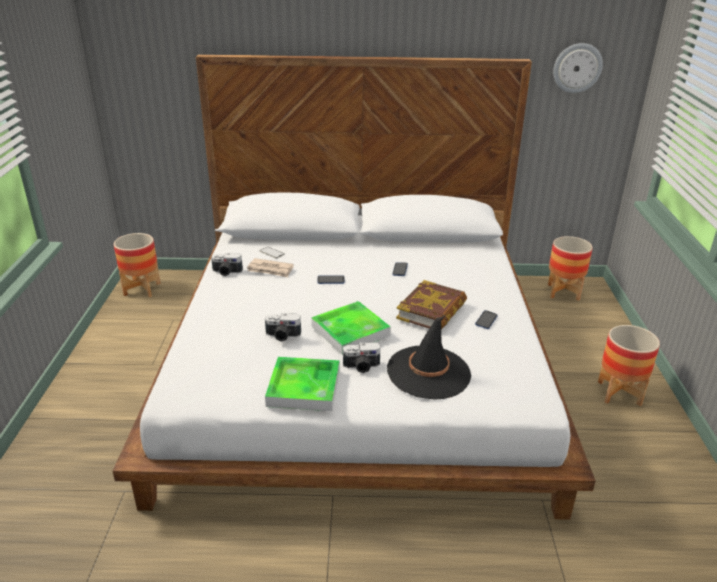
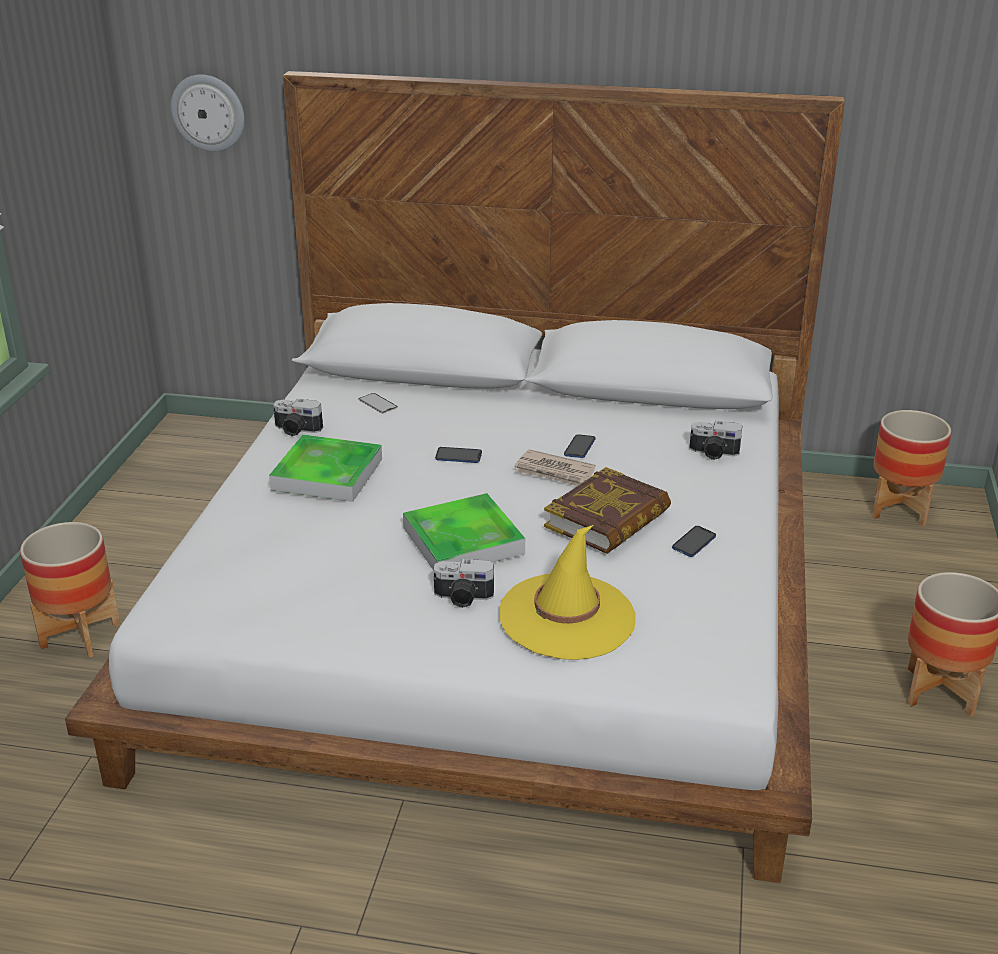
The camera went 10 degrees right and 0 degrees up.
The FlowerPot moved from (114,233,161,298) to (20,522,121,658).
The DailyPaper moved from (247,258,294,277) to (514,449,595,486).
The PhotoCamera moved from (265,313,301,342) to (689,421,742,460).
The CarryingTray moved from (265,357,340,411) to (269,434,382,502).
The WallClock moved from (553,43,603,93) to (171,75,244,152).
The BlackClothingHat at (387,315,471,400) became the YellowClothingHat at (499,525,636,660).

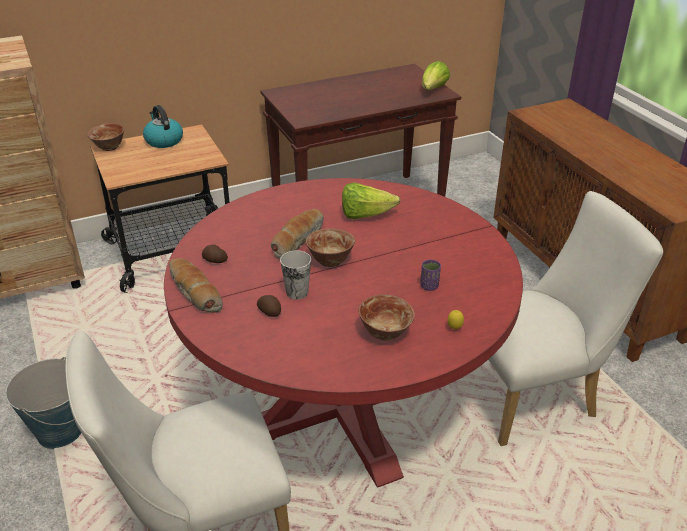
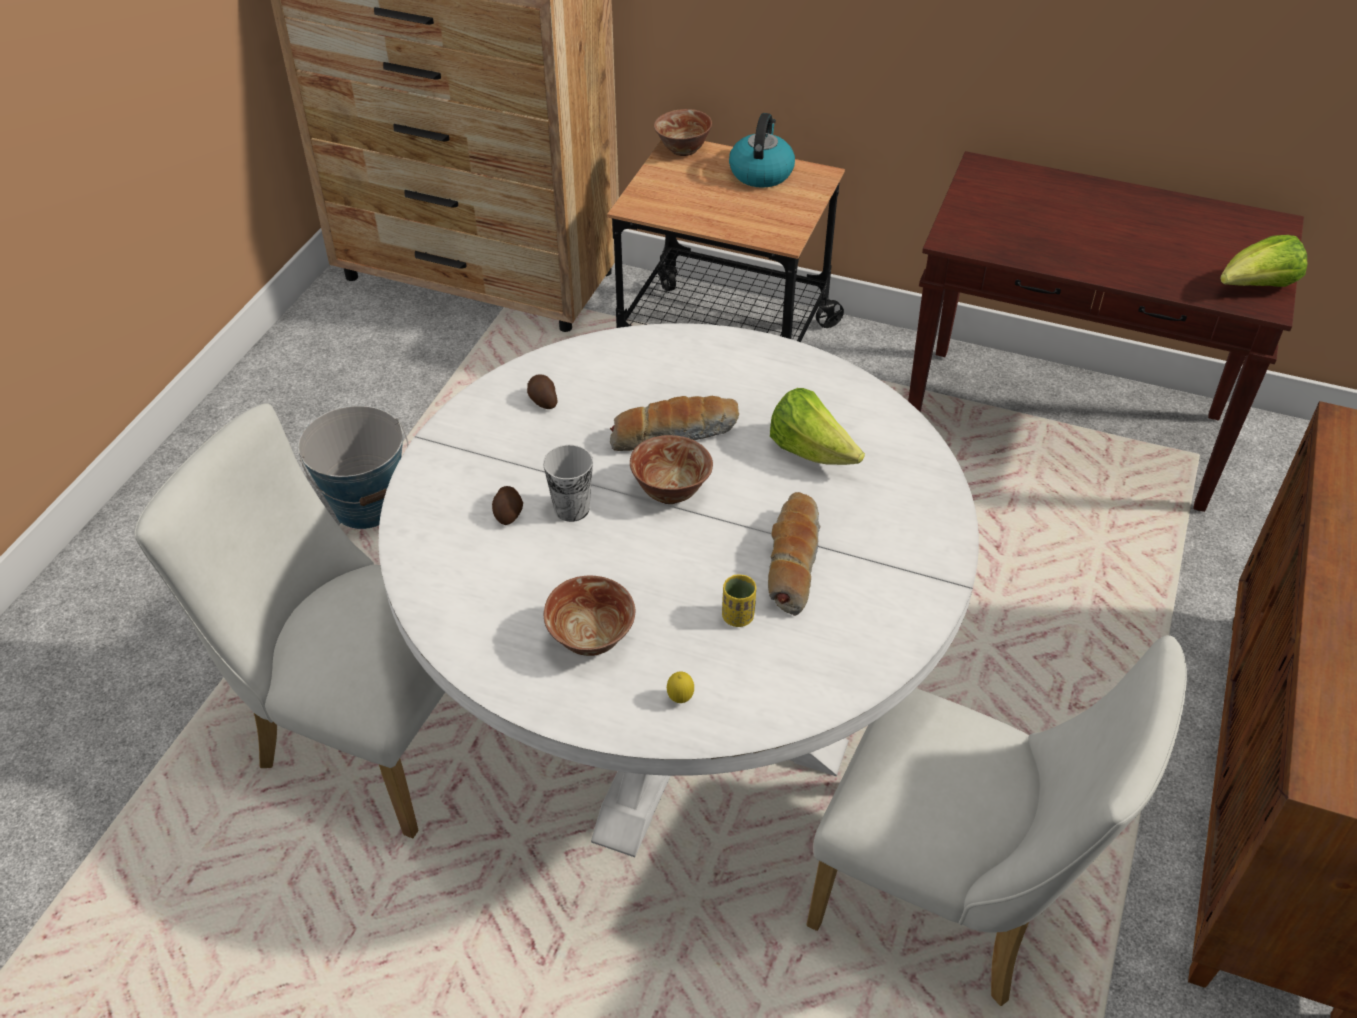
The camera went 45 degrees right and 10 degrees up.
The BakeryBread moved from (169,258,223,313) to (768,492,820,616).
The ReddishDinnerTable at (164,178,523,488) became the WhiteColouredDinnerTable at (378,323,979,857).
The PurplishCup at (420,260,441,291) became the YellowCup at (722,574,756,627).

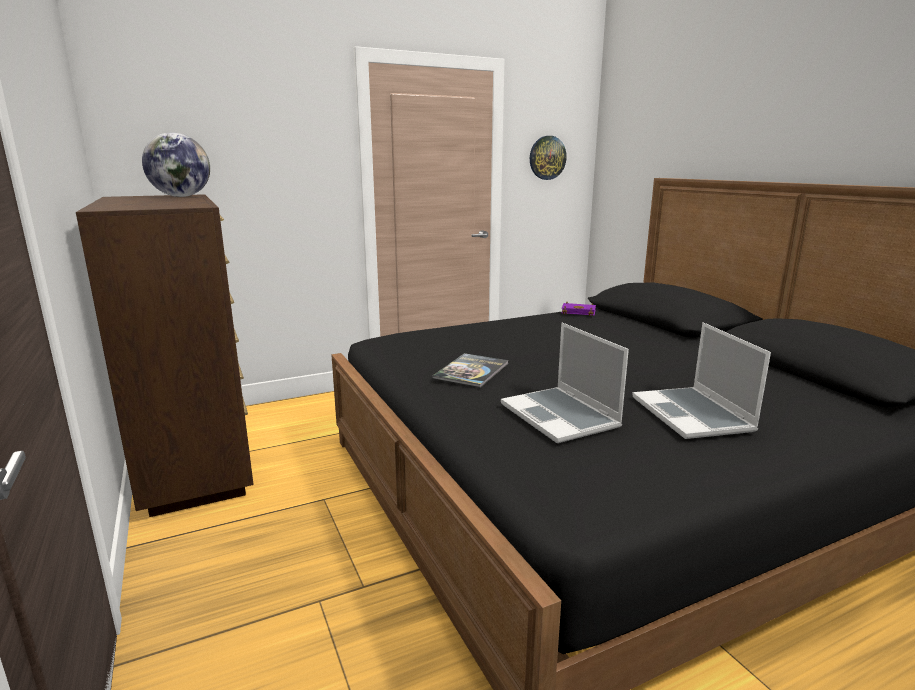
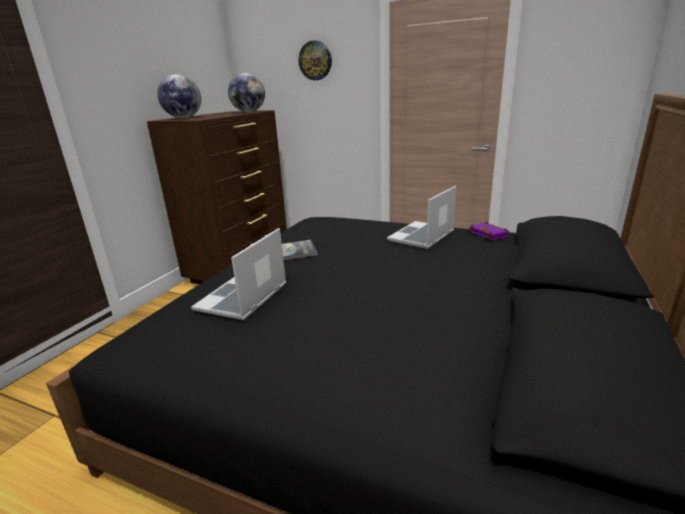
The camera went 50 degrees right and 5 degrees up.
The Globe at (157,74,201,118) appeared.
The WallClock moved from (530,136,567,180) to (298,40,332,80).
The PortableComputer moved from (632,322,771,439) to (387,186,456,249).

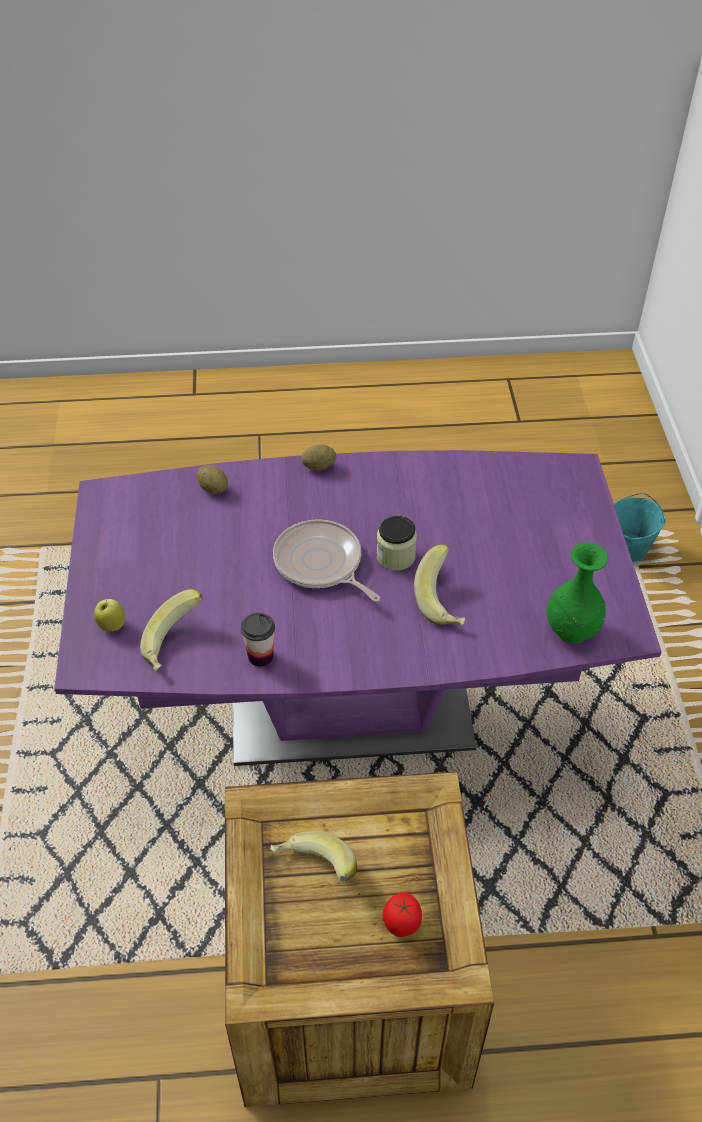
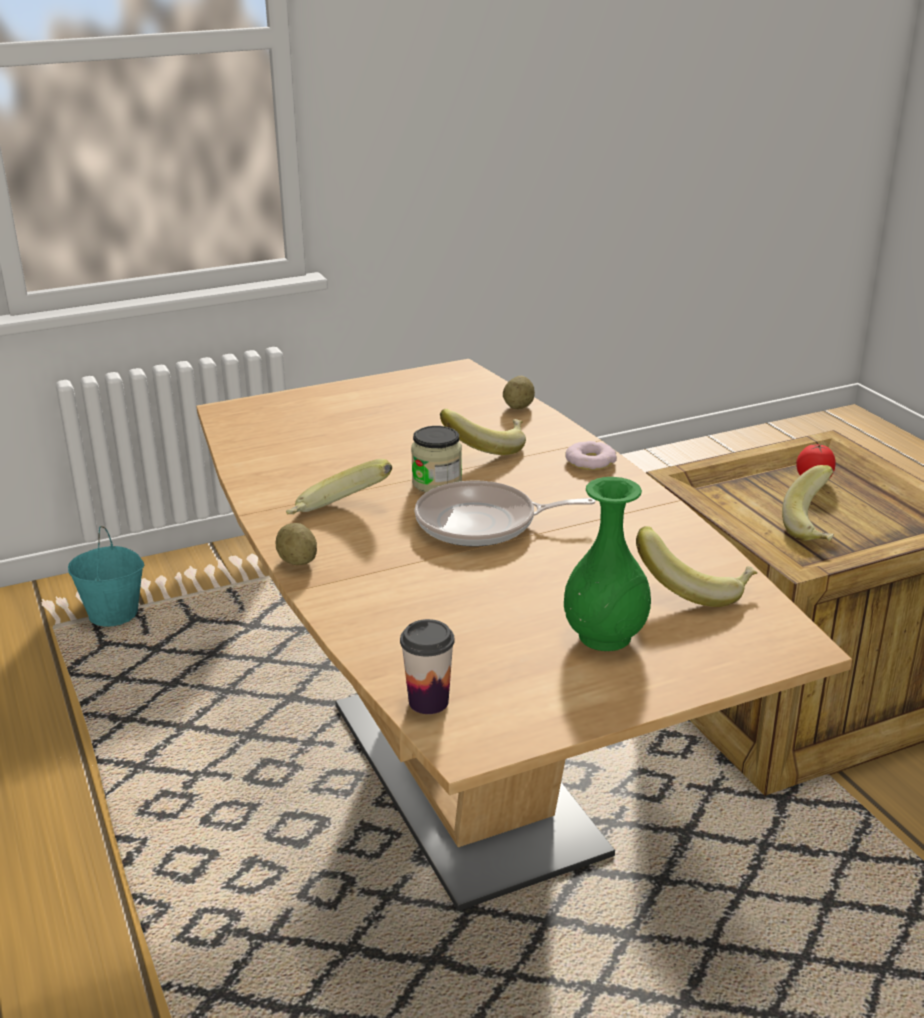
The camera went 110 degrees left and 20 degrees down.
The AppleFruit at (94,599,125,631) disappeared.
The BananaFruit at (286,459,392,514) appeared.
The RingDoughnut at (565,441,617,470) appeared.
The WholePotato moved from (197,465,228,494) to (503,376,535,409).
The Cup moved from (241,612,275,667) to (400,619,455,714).
The GreenishFlowerVase moved from (547,542,608,644) to (564,477,651,651).
The PurplishDinnerTable at (54,450,662,766) became the BrownishDinnerTable at (196,359,852,911).
The Skillet at (273,519,380,602) turned 60 degrees clockwise.

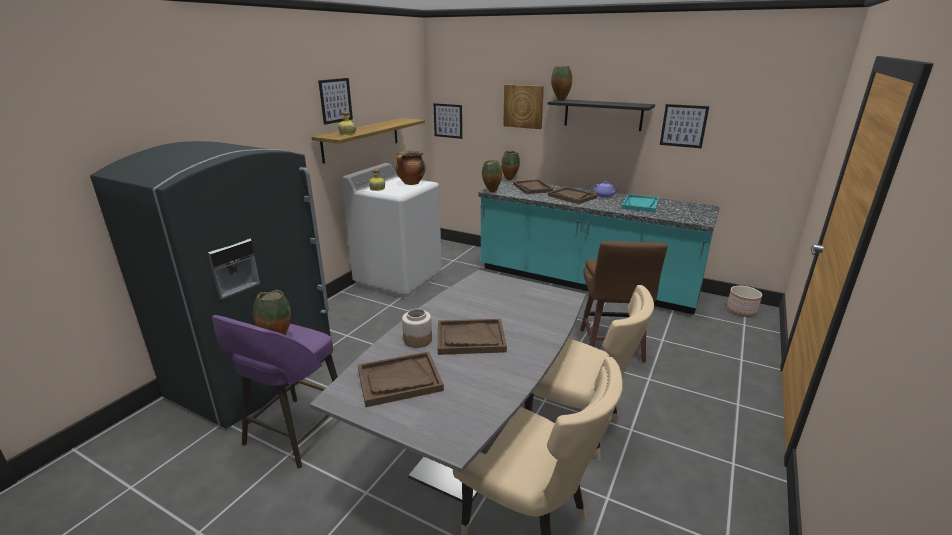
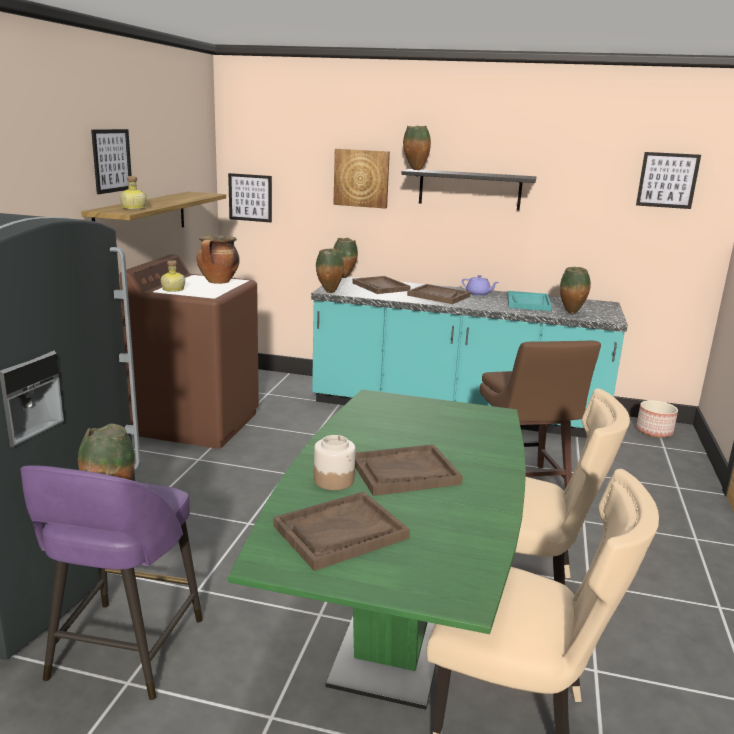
The camera went 15 degrees left and 5 degrees down.
The FlowerVase at (560,267,591,314) appeared.
The WallPicture moved from (660,104,709,148) to (636,152,701,209).
The GreyDinnerTable at (310,270,586,502) became the GreenishDinnerTable at (228,389,526,710).
The WhiteColouredLaundryMachine at (342,163,442,299) became the BrownishLaundryMachine at (119,254,259,449).

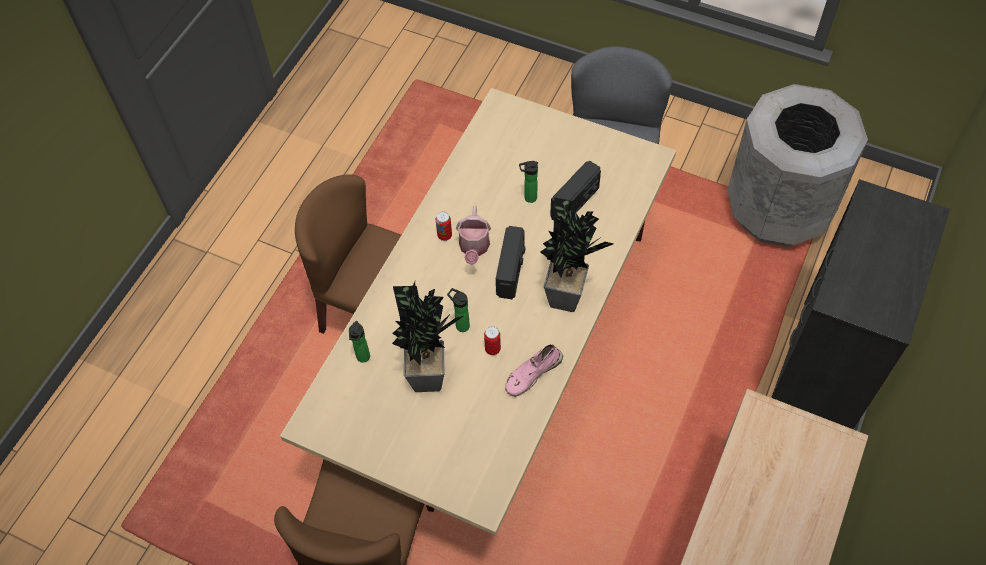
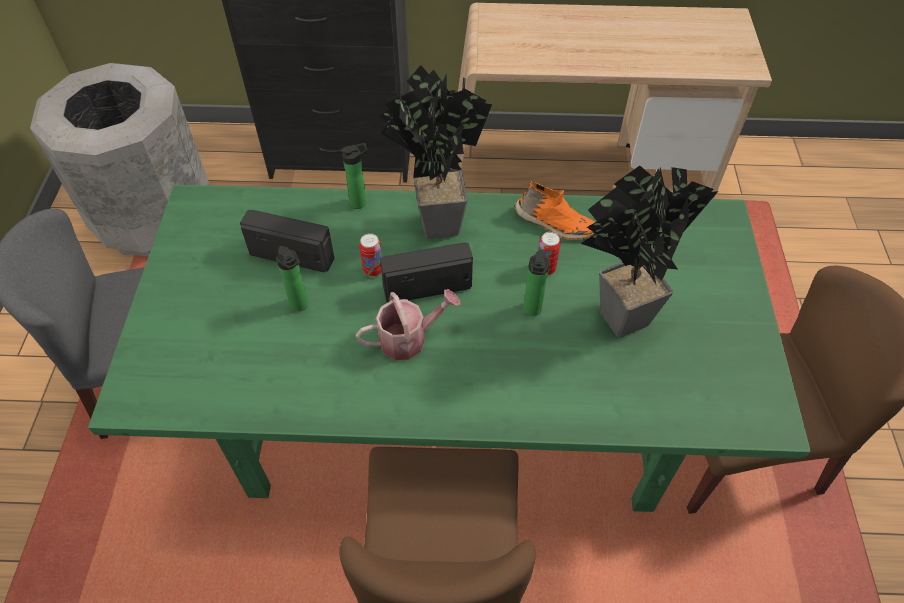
The camera went 115 degrees left and 5 degrees down.
The BeverageBottle moved from (349,321,370,363) to (341,143,368,209).
The Can moved from (436,211,452,241) to (359,233,382,277).
The BeigeColouredDinnerTable at (280,88,676,535) became the GreenishDinnerTable at (88,185,811,512).
The PinkLowShoe at (505,344,564,397) became the OrangeColouredLowShoe at (514,181,595,240).

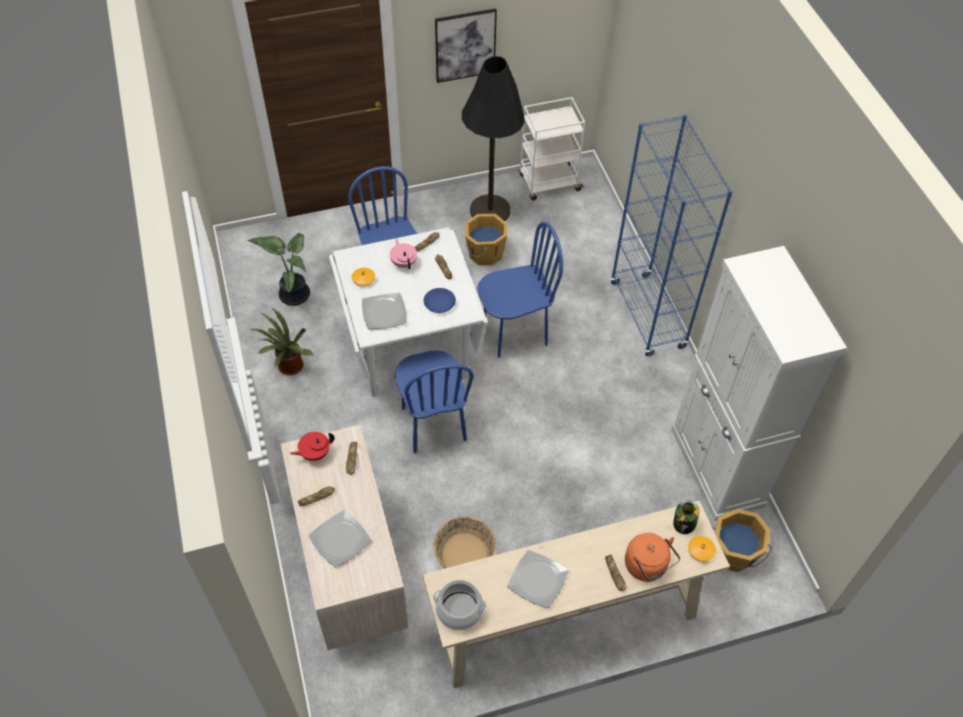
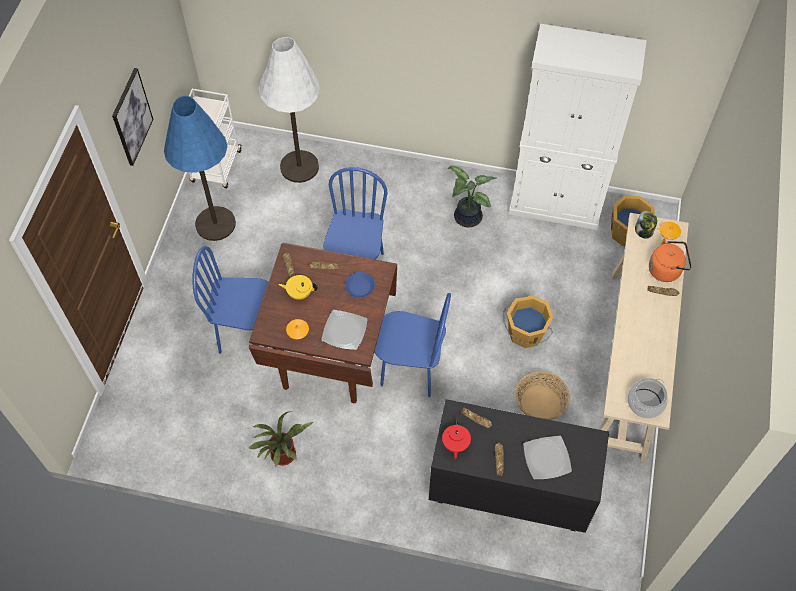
The camera went 60 degrees left and 5 degrees up.
The DinnerPlate at (507,550,569,608) disappeared.
The BluishShelvingUnit at (610,114,733,357) disappeared.
The WhiteColouredFloorLamp at (259,37,320,183) appeared.
The PottedPlant moved from (248,233,310,306) to (448,166,497,227).
The OrangeColouredBucket moved from (465,214,508,265) to (503,296,554,348).
The BeigeColouredChestOfDrawers at (280,425,408,650) became the BlackChestOfDrawers at (429,399,609,533).
The WhiteColouredDinnerTable at (329,227,488,397) became the BrownishDinnerTable at (249,243,397,403).
The PinkTeaPot at (390,239,417,269) became the YellowTeaPot at (278,275,317,300).
The BlackFloorLamp at (462,56,525,221) became the BluishFloorLamp at (164,96,236,241).

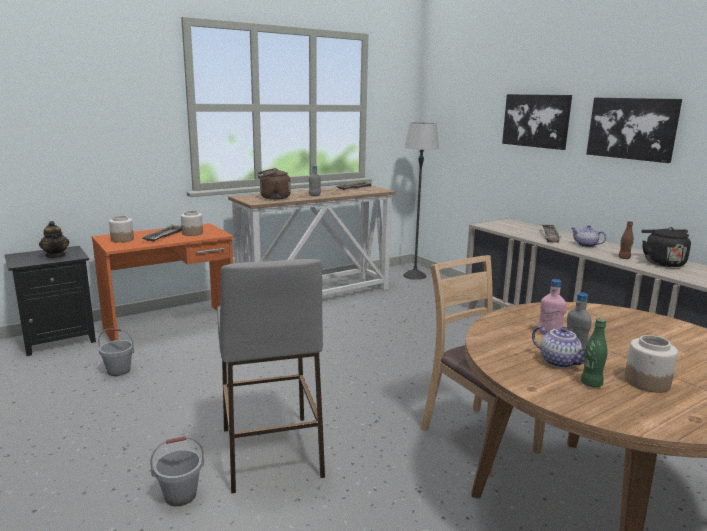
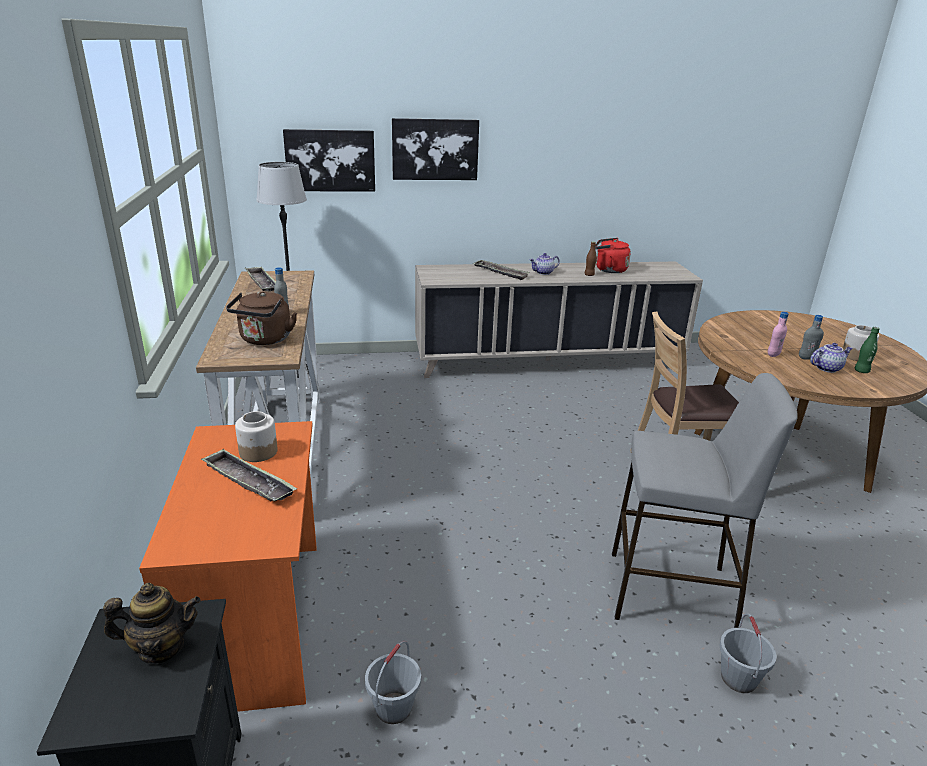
The camera went 65 degrees left and 10 degrees up.
The Jar at (109,216,134,243) disappeared.
The WallPicture moved from (586,98,682,163) to (283,129,375,192).
The BlackKettle at (641,227,691,267) became the ReddishKettle at (595,238,631,273).

